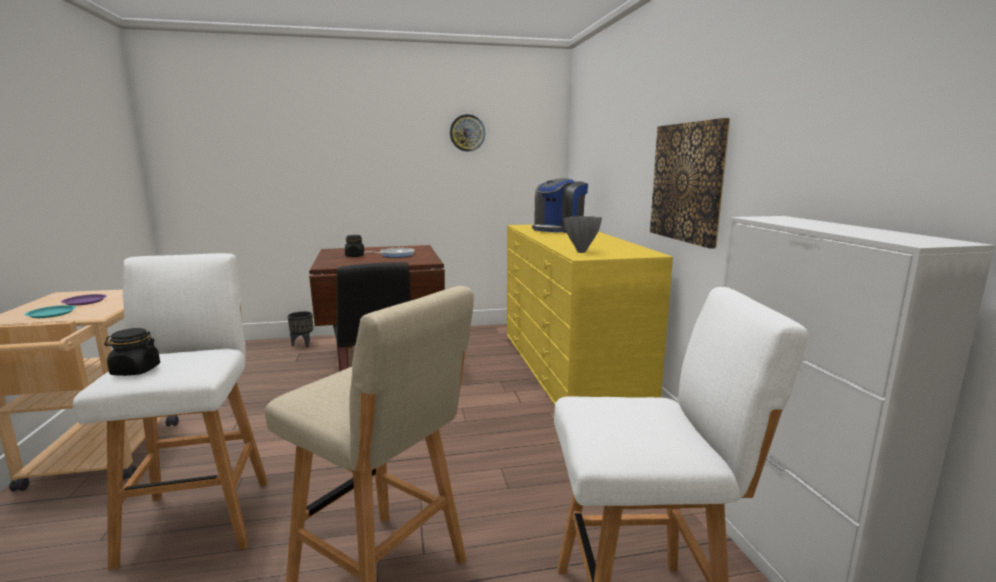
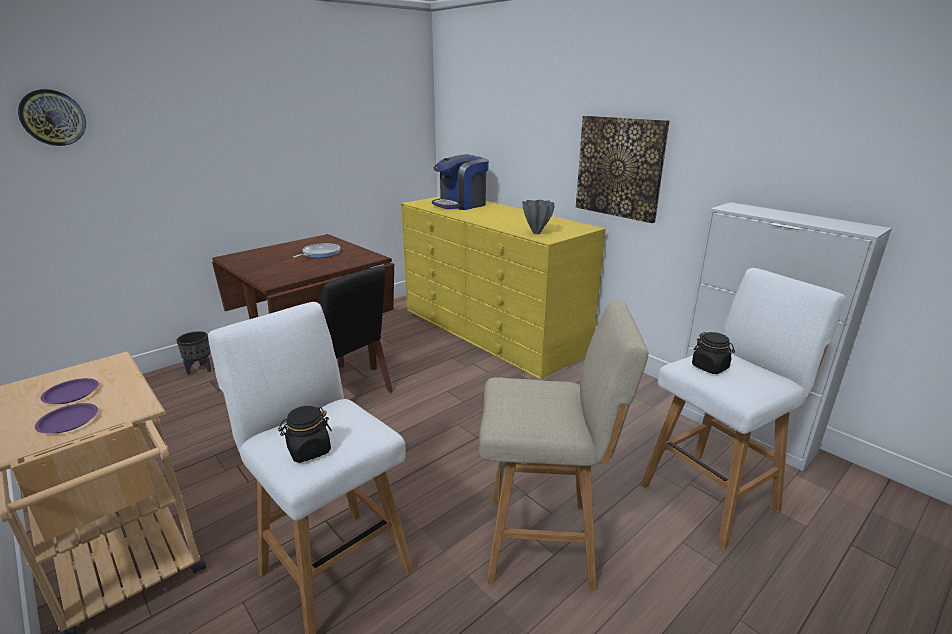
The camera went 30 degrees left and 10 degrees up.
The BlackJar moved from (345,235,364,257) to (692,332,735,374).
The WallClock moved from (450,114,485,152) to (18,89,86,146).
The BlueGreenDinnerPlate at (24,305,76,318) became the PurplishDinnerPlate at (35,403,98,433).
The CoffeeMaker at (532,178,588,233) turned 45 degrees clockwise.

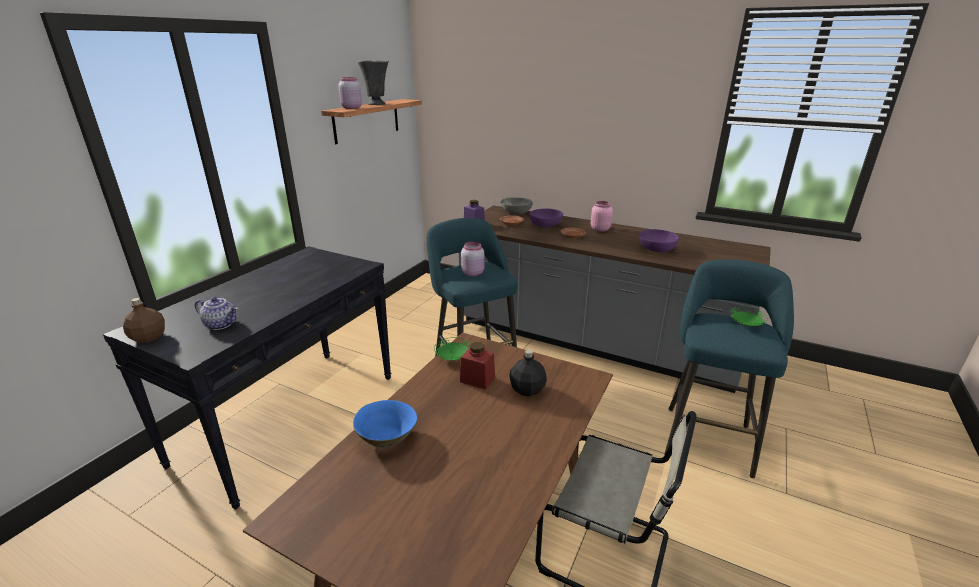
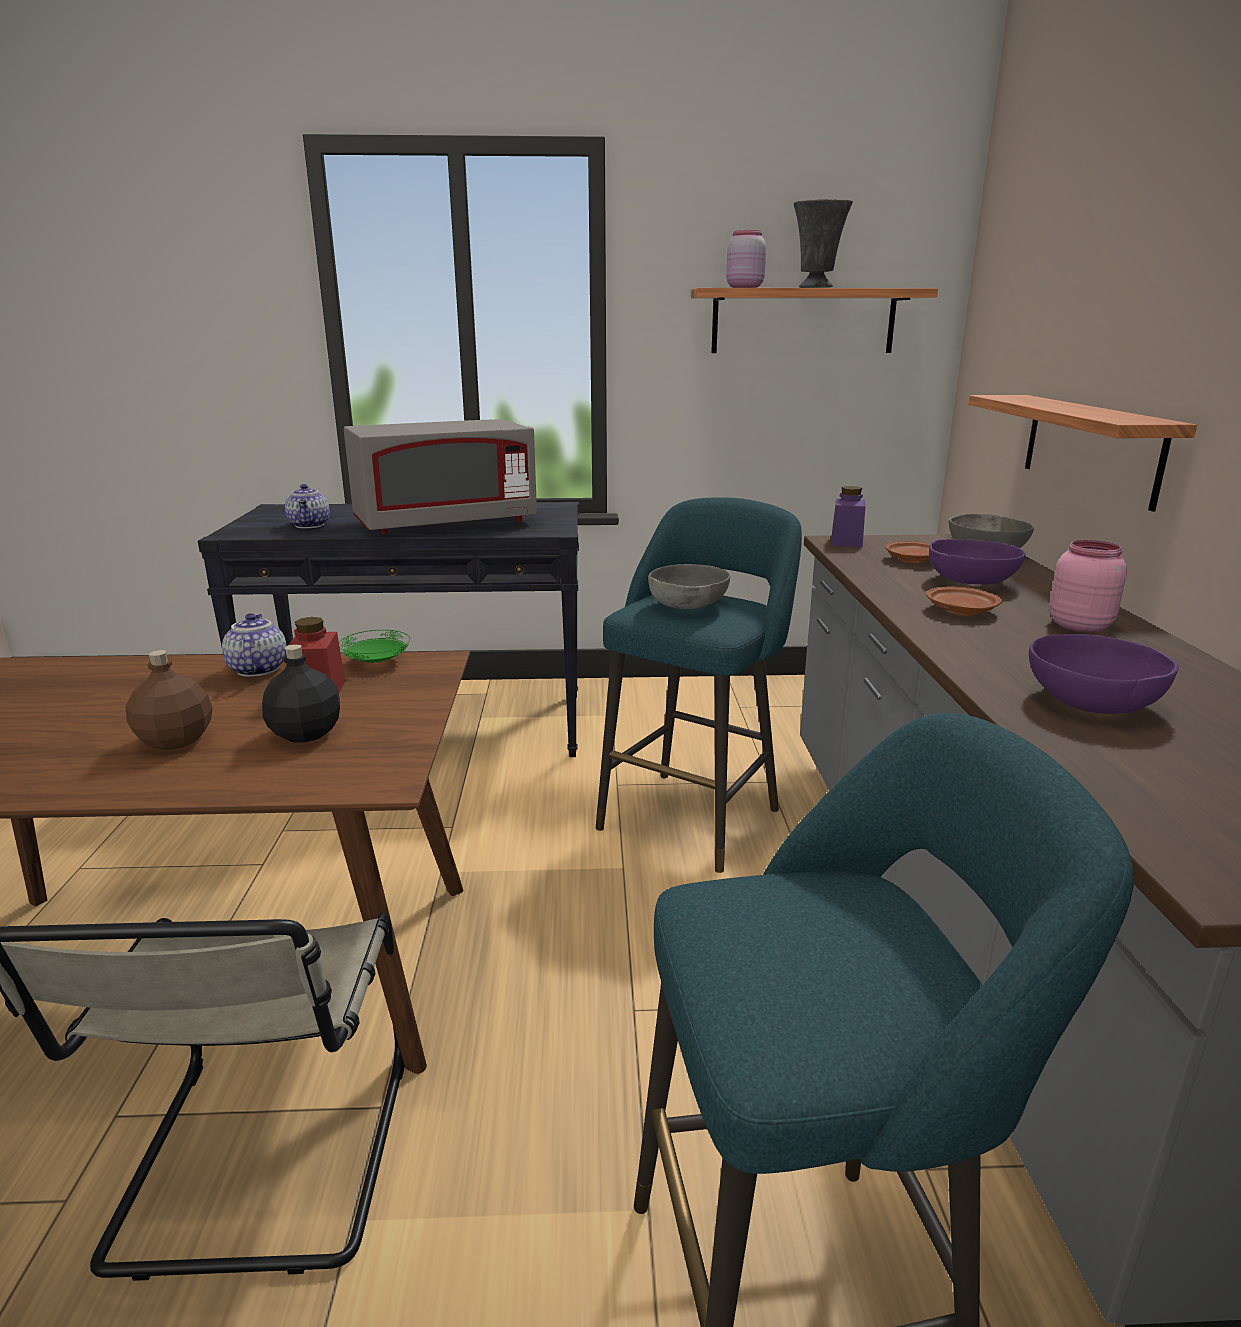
The camera went 60 degrees right and 5 degrees down.
The BluishBowl at (353,400,417,448) disappeared.
The GreenishDinnerPlate at (730,307,768,326) disappeared.
The TeaPot at (222,613,287,677) appeared.
The GreyMicrowave at (344,419,537,534) appeared.
The Shelf at (968,395,1197,512) appeared.
The BrownishBeverageBottle moved from (123,298,165,343) to (125,650,212,750).
The PinkJar at (461,242,484,277) was replaced by the GreyBowl at (648,564,730,609).

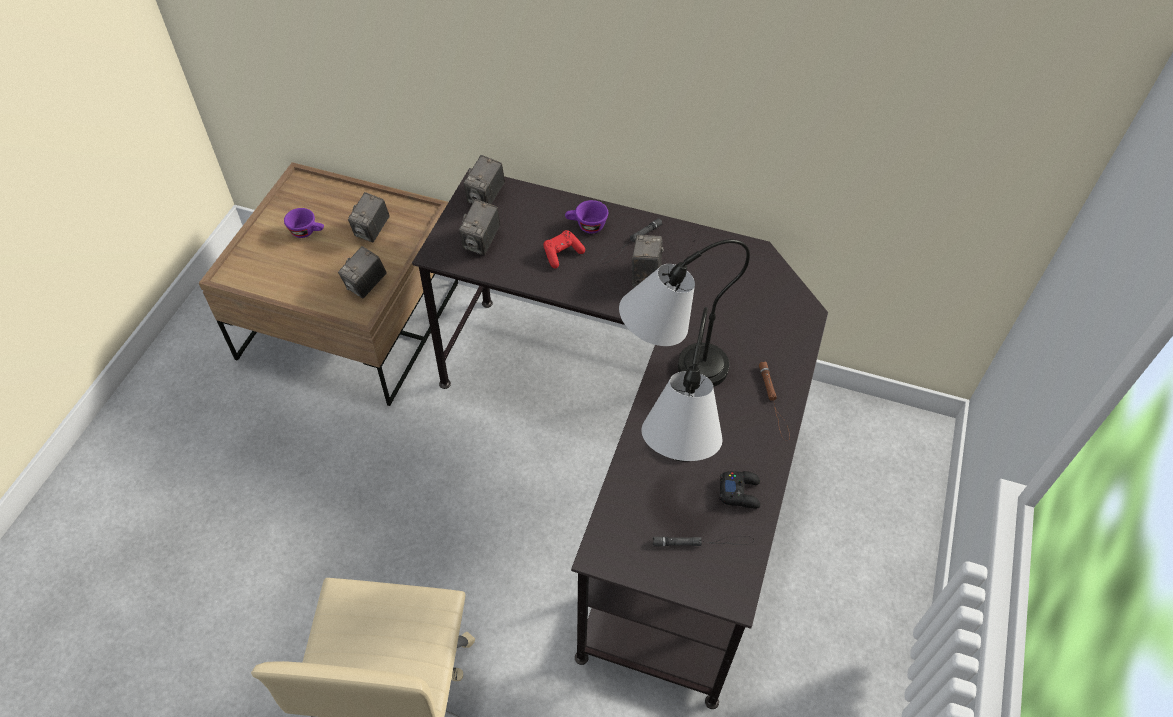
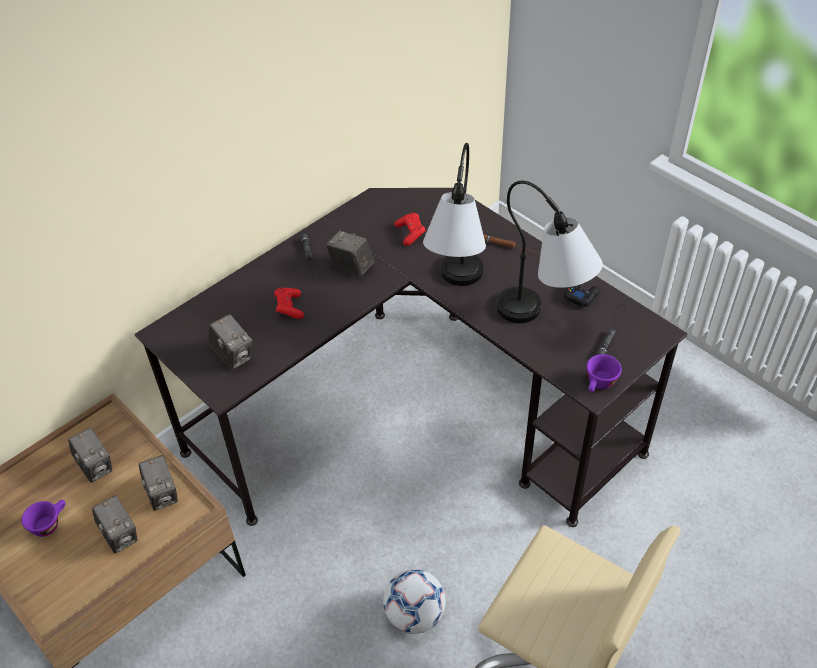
The camera went 60 degrees left and 5 degrees down.
The FootballBall at (383,569,446,634) appeared.
The ReddishJoypad at (395,213,426,246) appeared.
The PhotoCamera moved from (464,155,505,204) to (92,495,137,554).
The PurplishCup moved from (565,200,608,234) to (586,354,622,392).

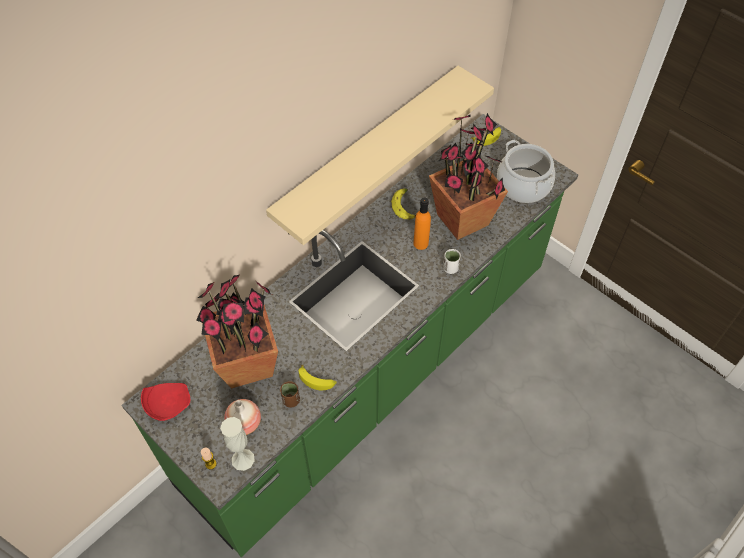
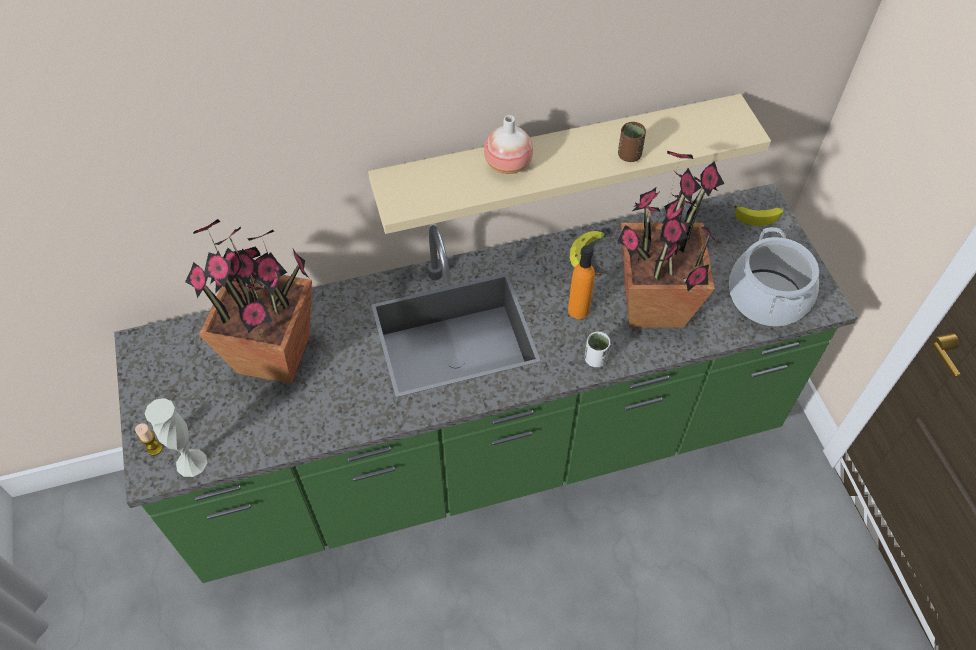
The camera went 30 degrees right and 0 degrees up.
The ReddishDinnerPlate at (141,383,191,421) disappeared.
The BananaFruit at (299,365,337,391) disappeared.
The FlowerVase moved from (224,399,261,435) to (484,115,533,174).
The BrownishCup moved from (280,381,300,407) to (618,122,646,162).

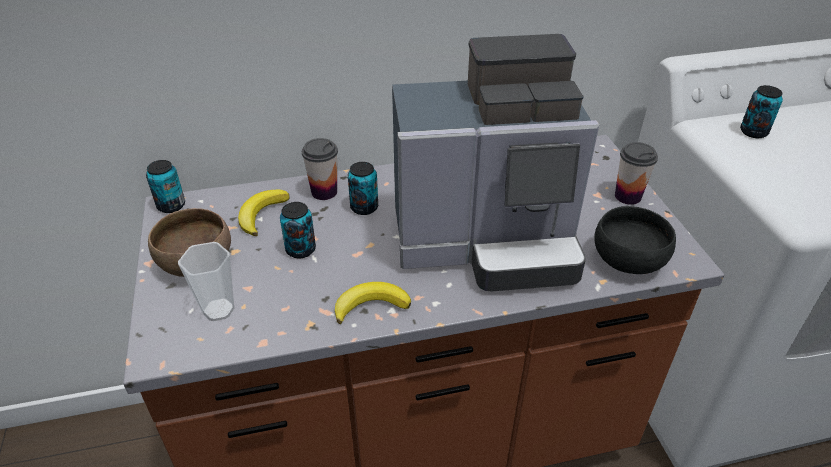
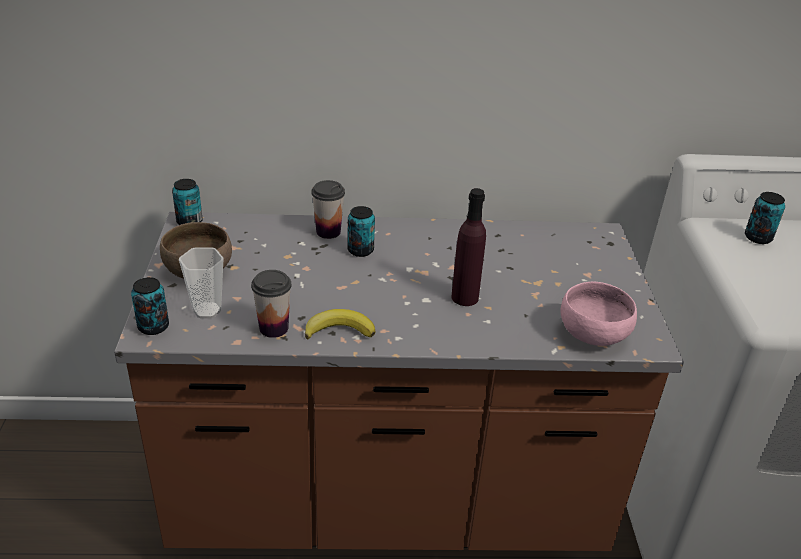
The camera went 10 degrees right and 5 degrees down.
The BananaFruit at (238,190,290,236) disappeared.
The Can moved from (280,202,316,258) to (131,277,169,335).
The Cup moved from (615,142,658,205) to (251,270,292,338).
The CoffeeMaker at (392,34,599,292) was replaced by the PurplishBeverageBottle at (452,188,486,306).
The BlackBowl at (594,206,676,274) became the PinkBowl at (561,282,637,346).

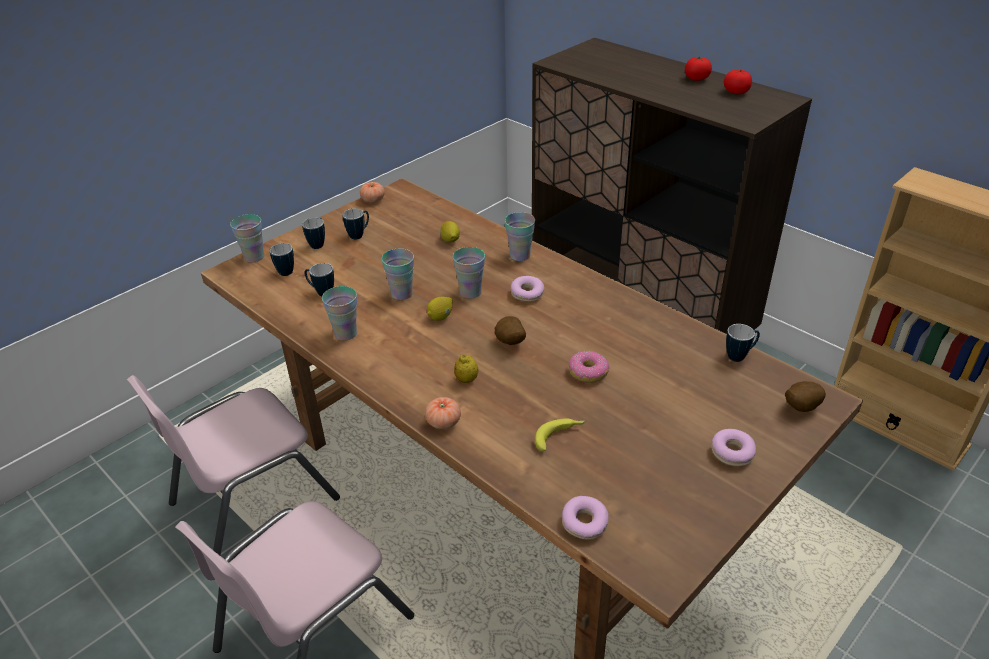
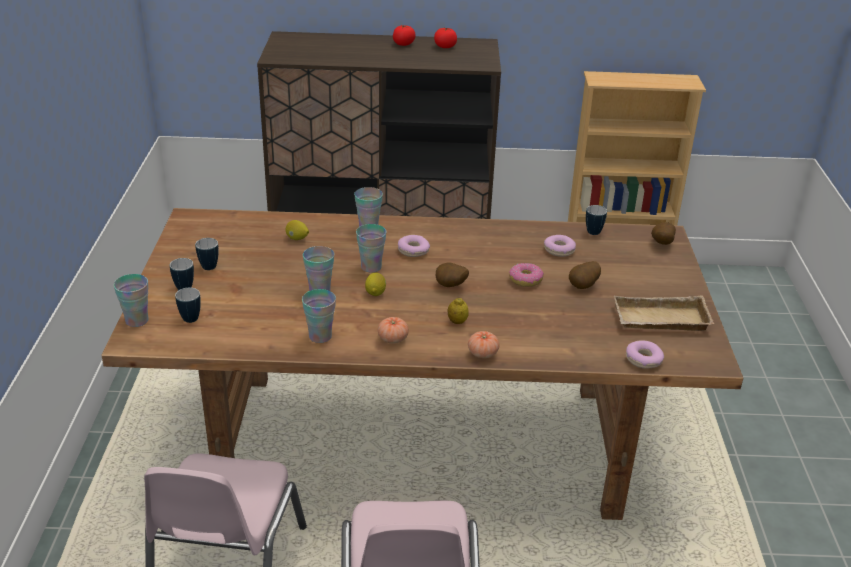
The camera went 45 degrees left and 5 degrees down.
The CoffeeMug at (305,263,334,297) disappeared.
The BananaFruit at (535,418,585,451) disappeared.
The WholePotato at (569,261,601,289) appeared.
The BeigeColouredCarryingTray at (614,295,714,331) appeared.
The FreshTomato moved from (360,182,385,203) to (378,317,409,344).
The RingDoughnut moved from (711,429,756,467) to (544,235,576,257).

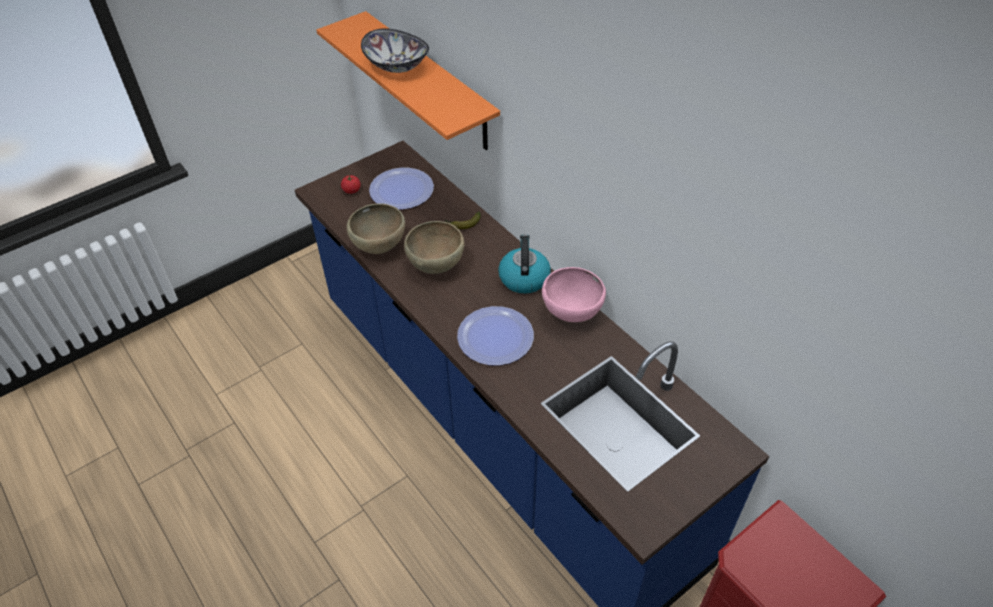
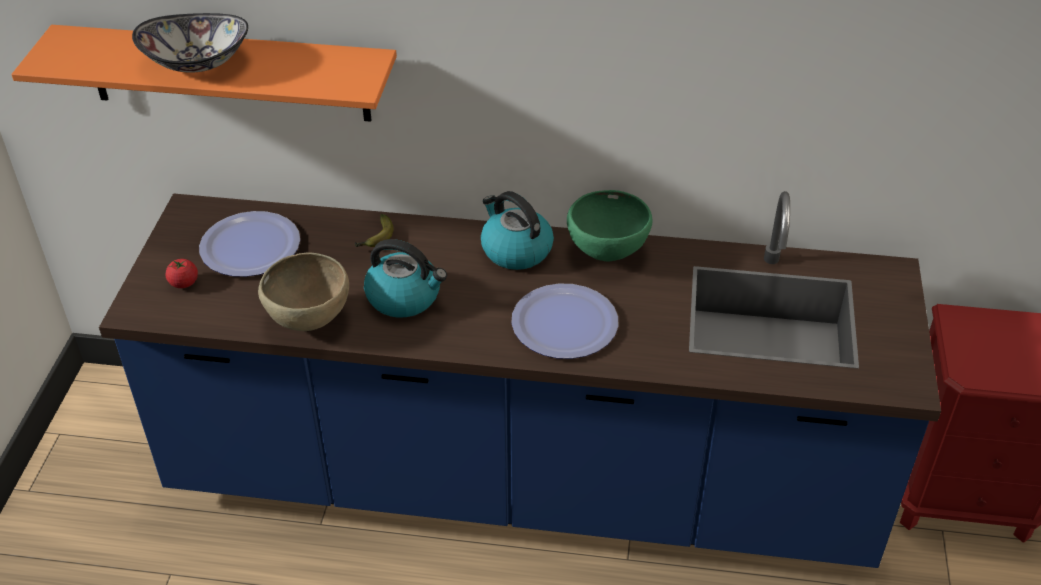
The camera went 45 degrees left and 5 degrees down.
The BrownishBowl at (404,221,465,274) was replaced by the Kettle at (364,239,447,318).
The PinkBowl at (542,267,606,322) became the GreenishBowl at (567,190,653,261).

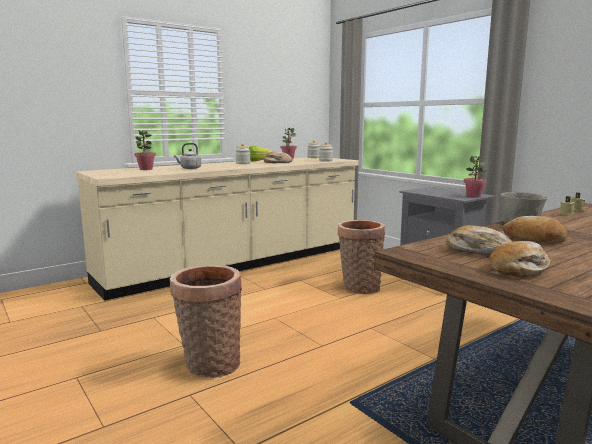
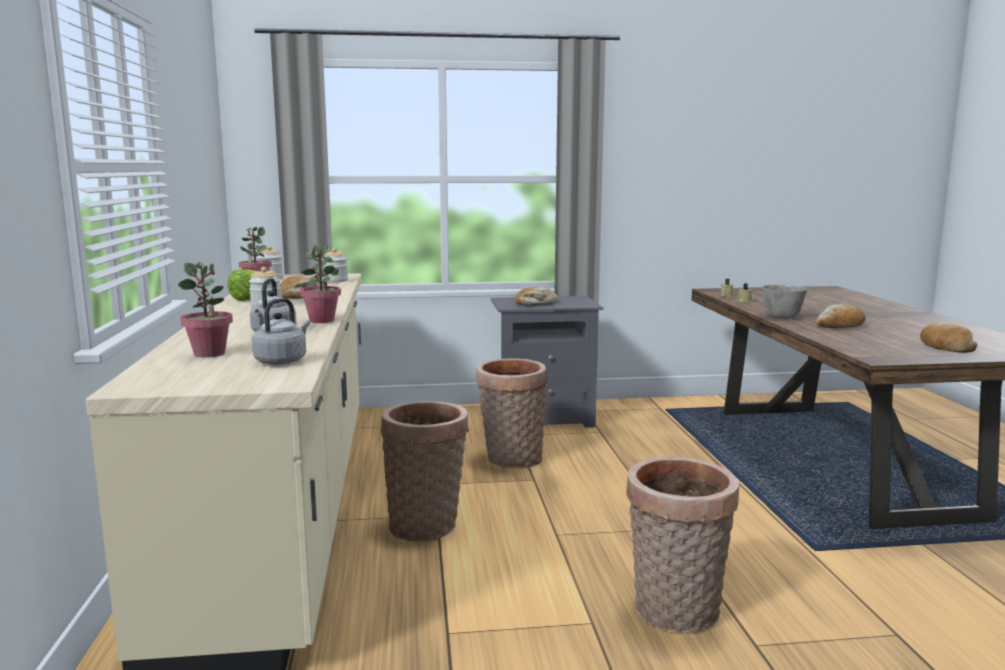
The camera went 60 degrees left and 0 degrees up.
The GreyKettle at (252,298,310,365) appeared.
The StorageBasket at (380,401,469,542) appeared.
The BakeryBread moved from (447,225,512,255) to (515,287,558,306).
The PottedPlant moved from (464,155,487,197) to (300,245,341,323).

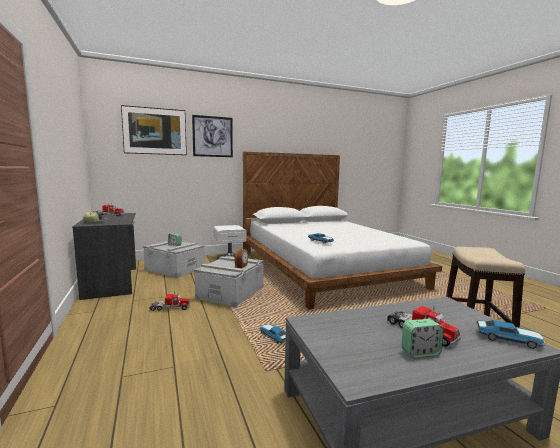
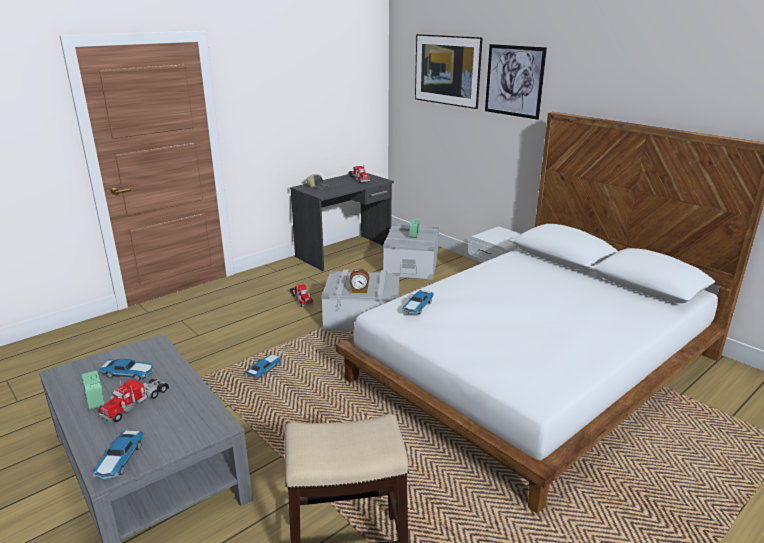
The camera went 70 degrees right and 15 degrees up.
The ToyCar at (99,359,154,381) appeared.

